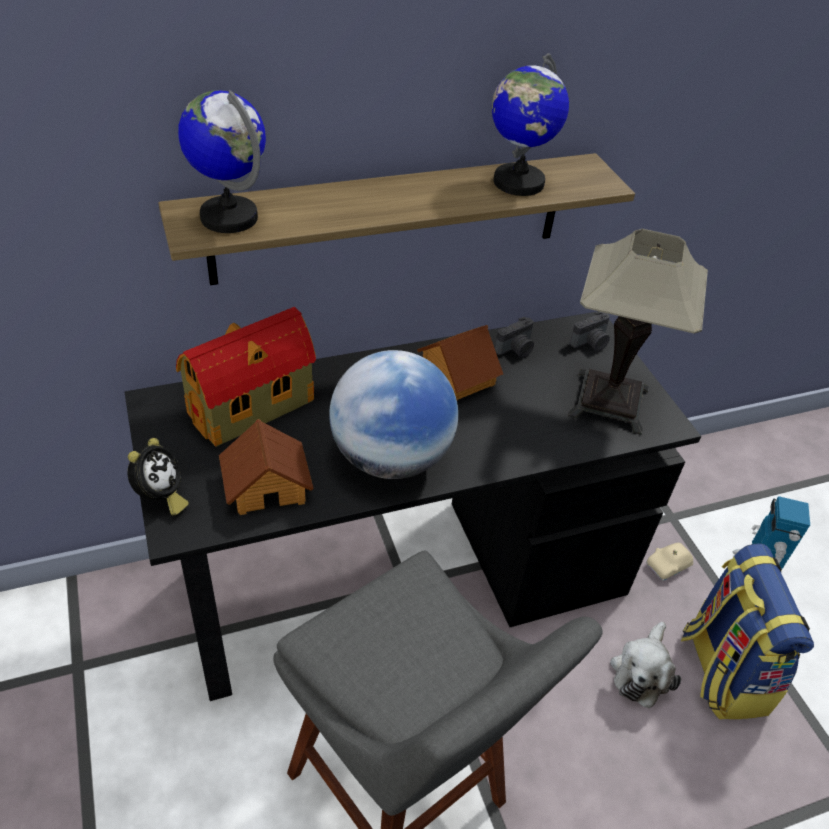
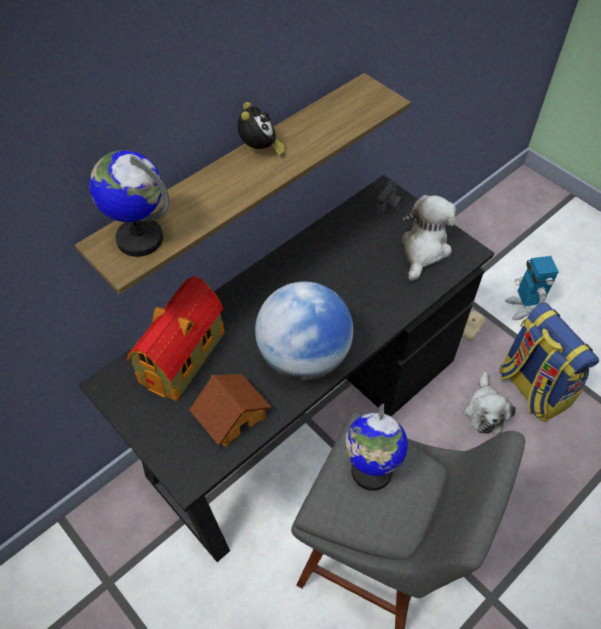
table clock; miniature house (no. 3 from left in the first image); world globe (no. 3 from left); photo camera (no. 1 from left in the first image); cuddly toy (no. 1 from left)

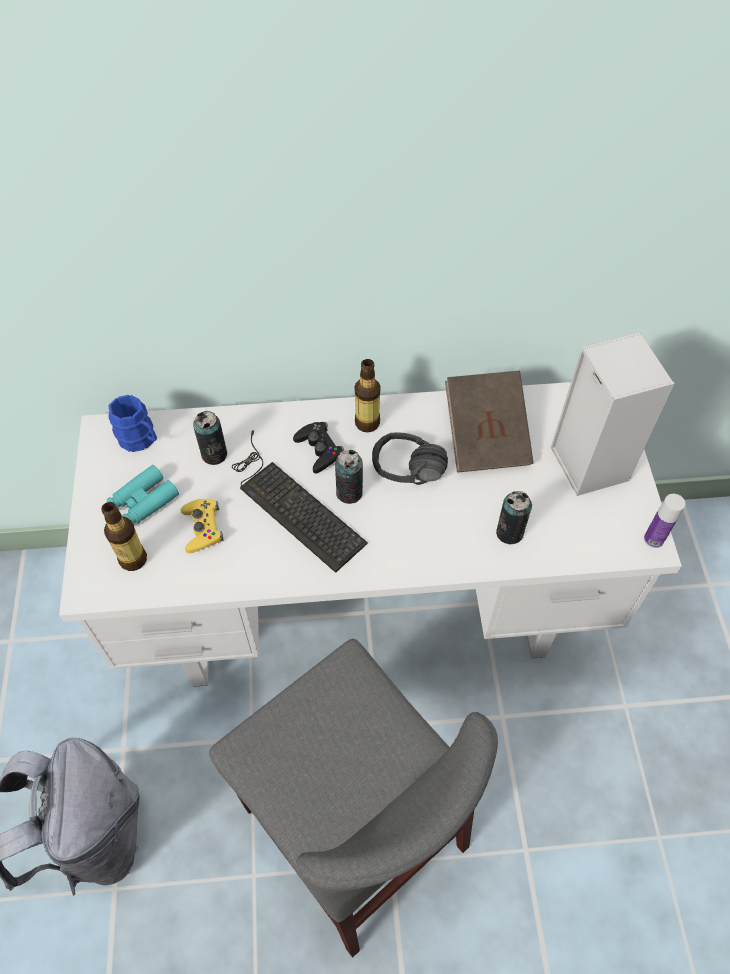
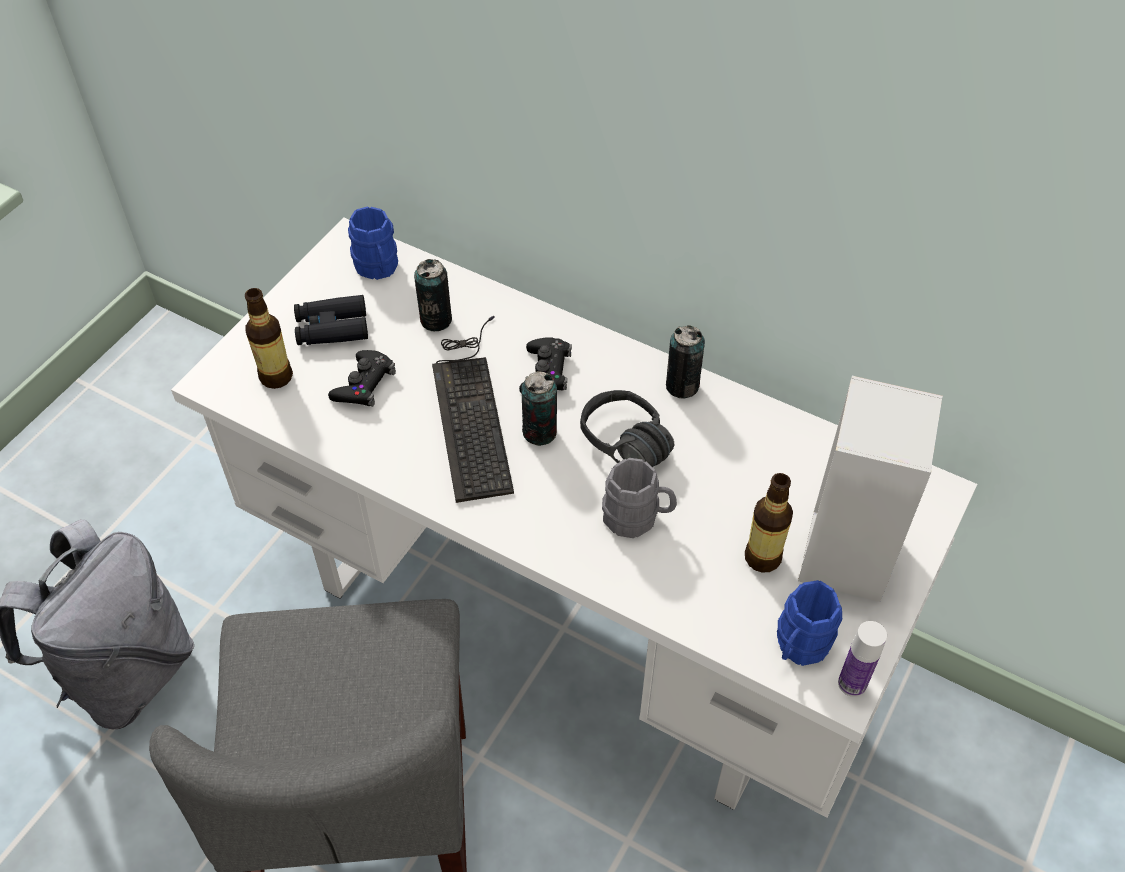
black-coloured binoculars; black-coloured gamepad (no. 1 from left); bottle (no. 2 from left); brown volume; metal can (no. 3 from left); grey tea mug; blue tea mug (no. 2 from left)

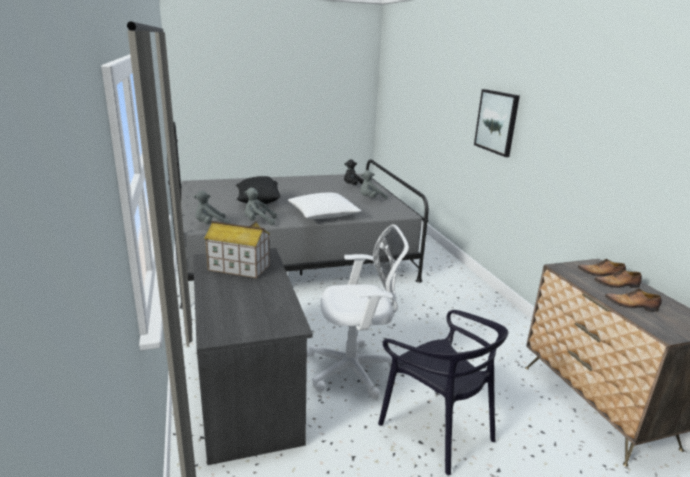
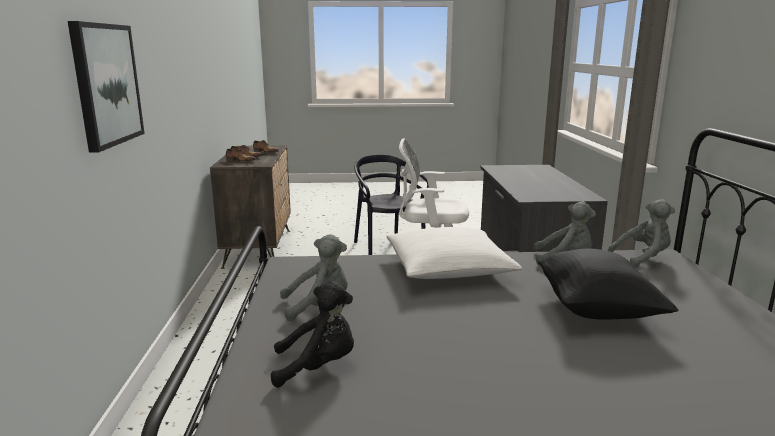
miniature house

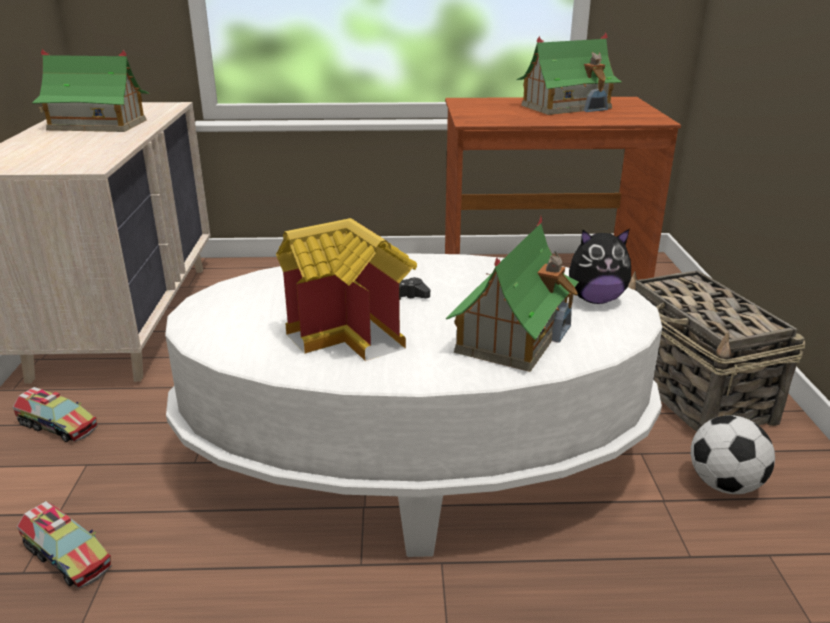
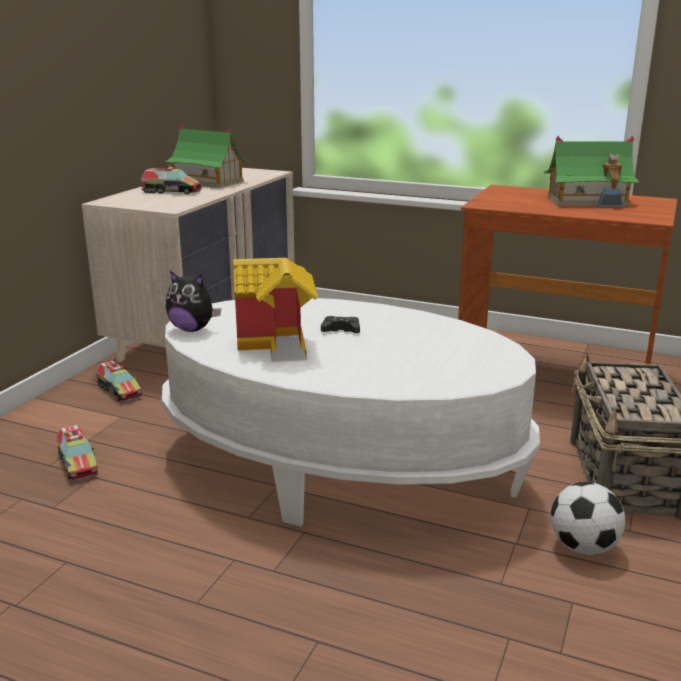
miniature house (no. 3 from left in the first image); cuddly toy; toy lorry (no. 3 from left)

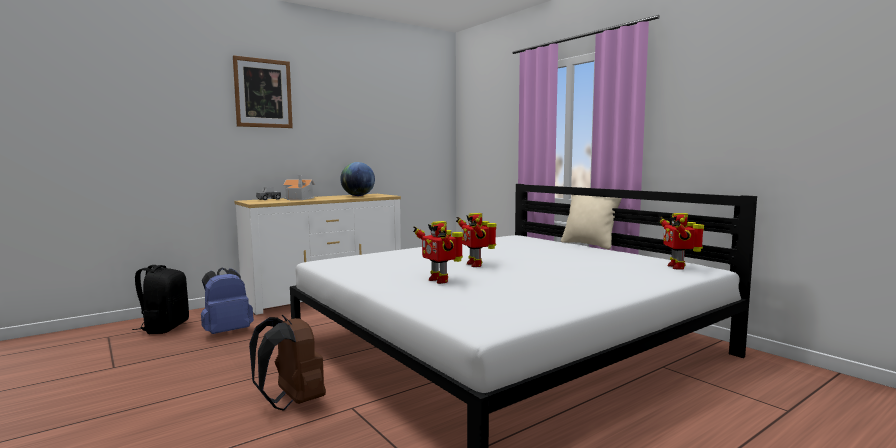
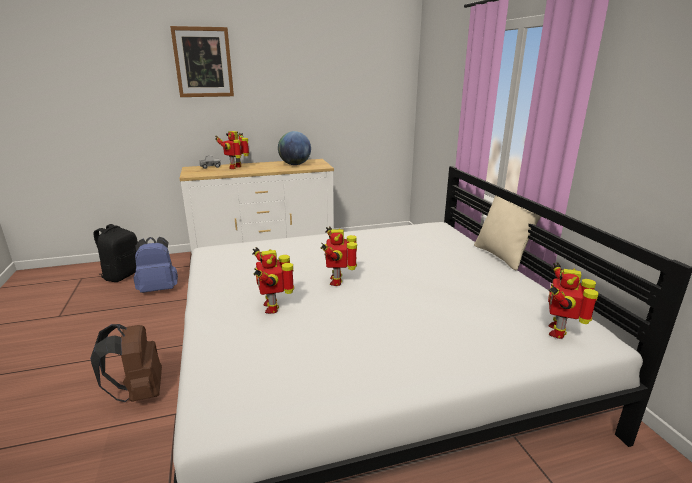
model robot (no. 1 from left)

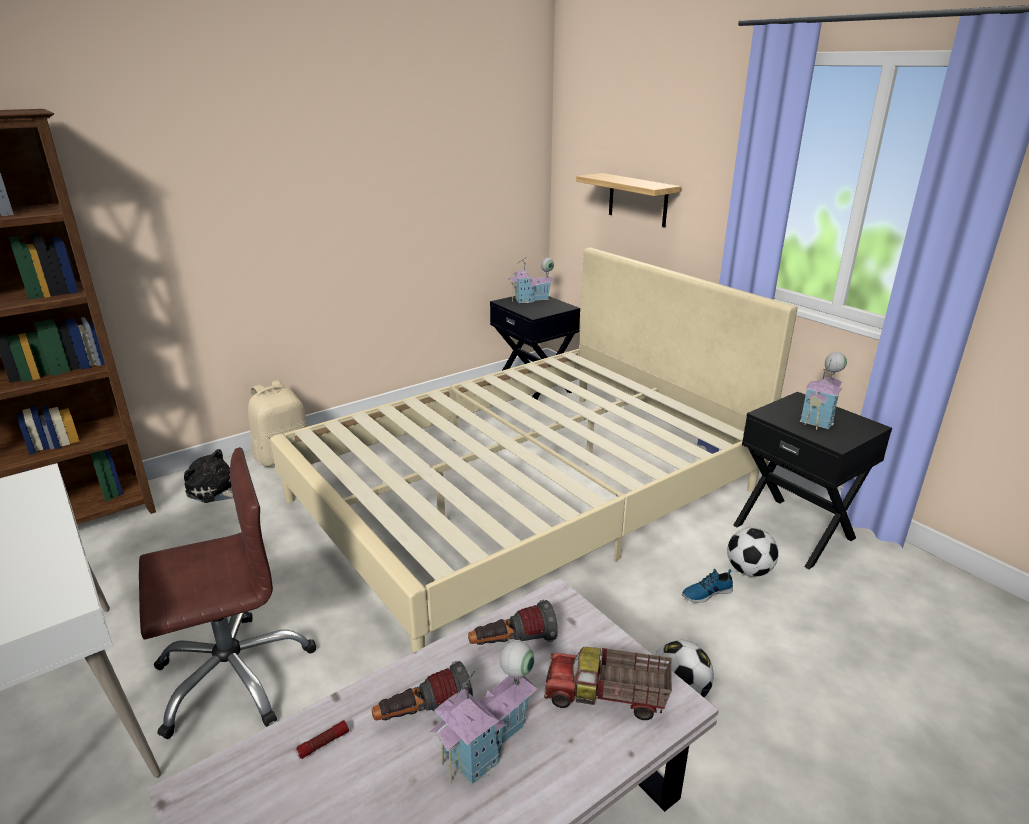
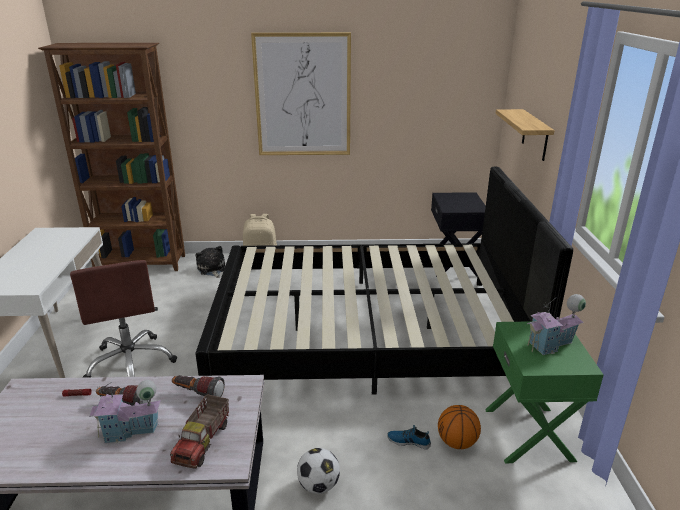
brown computer chair; black-coloured bed; miniature house (no. 2 from left in the first image); toy lorry; basketball; green-coloured nightstand; wall art

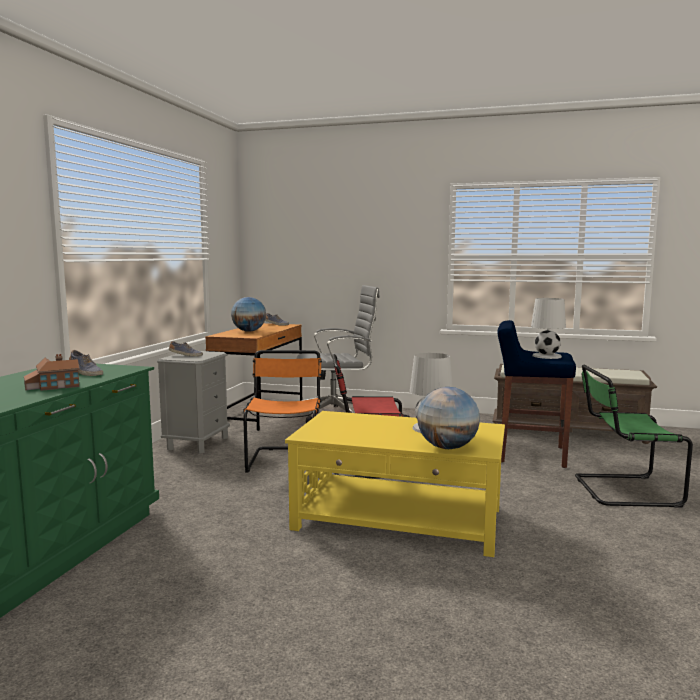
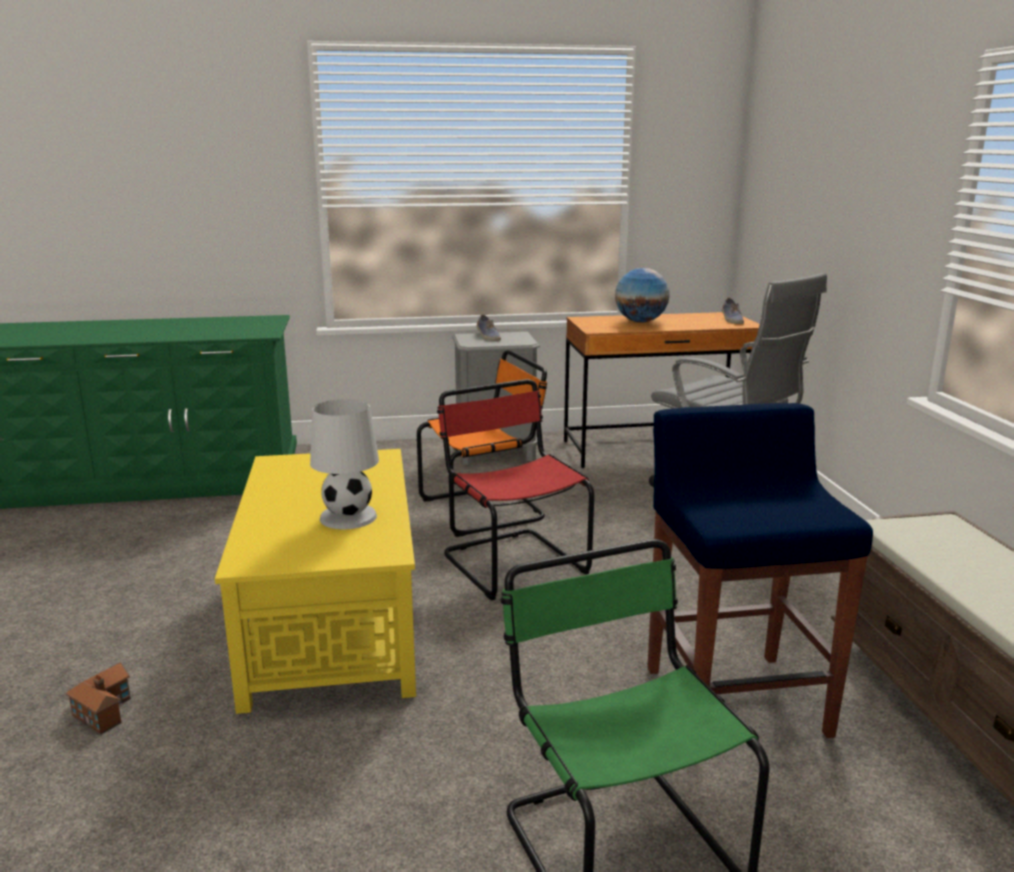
miniature house; item of footwear (no. 1 from left in the first image); world globe (no. 2 from left in the first image); white tabletop lamp (no. 2 from left in the first image)

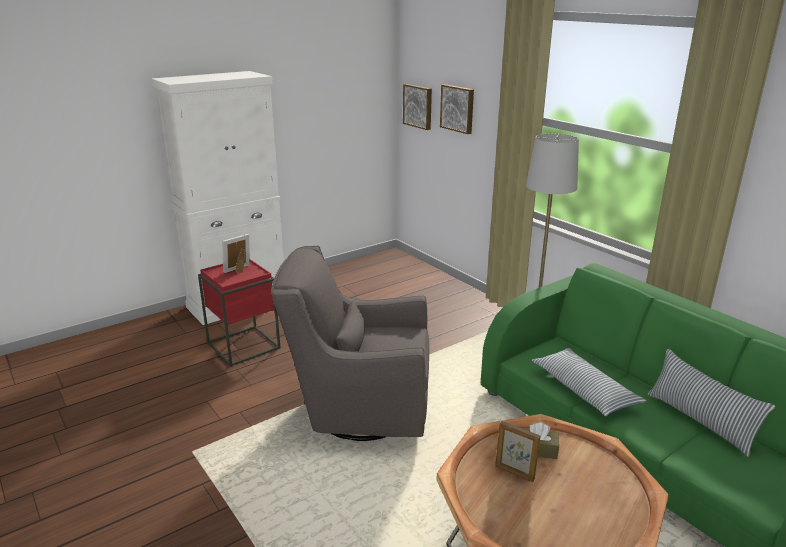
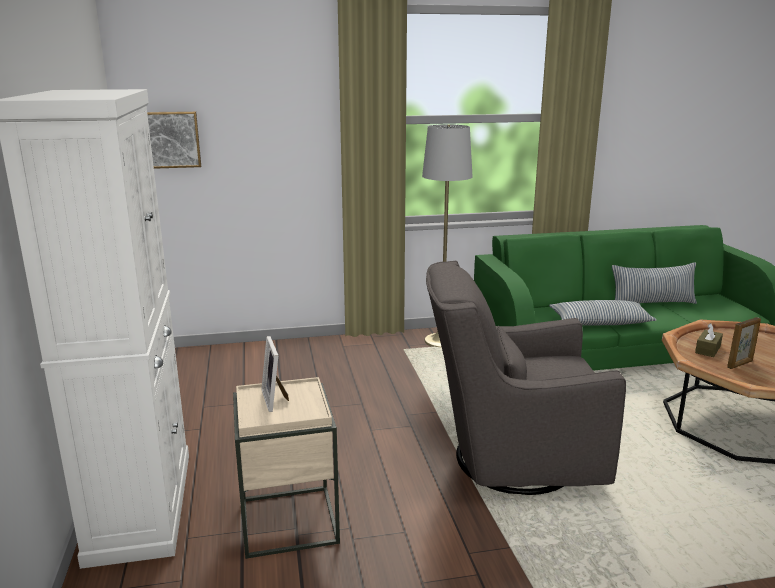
sand-coloured accent table; grey lounge chair; wall art (no. 2 from left in the first image)

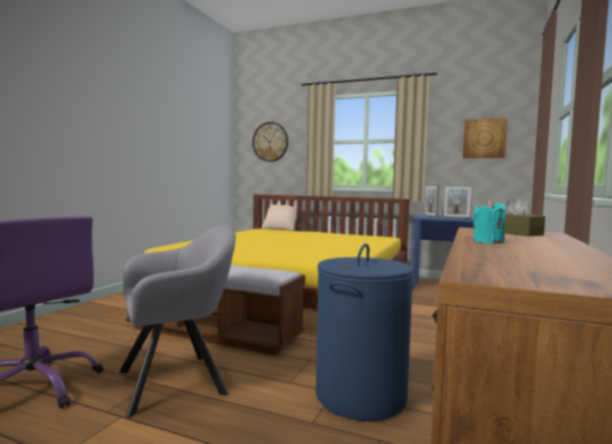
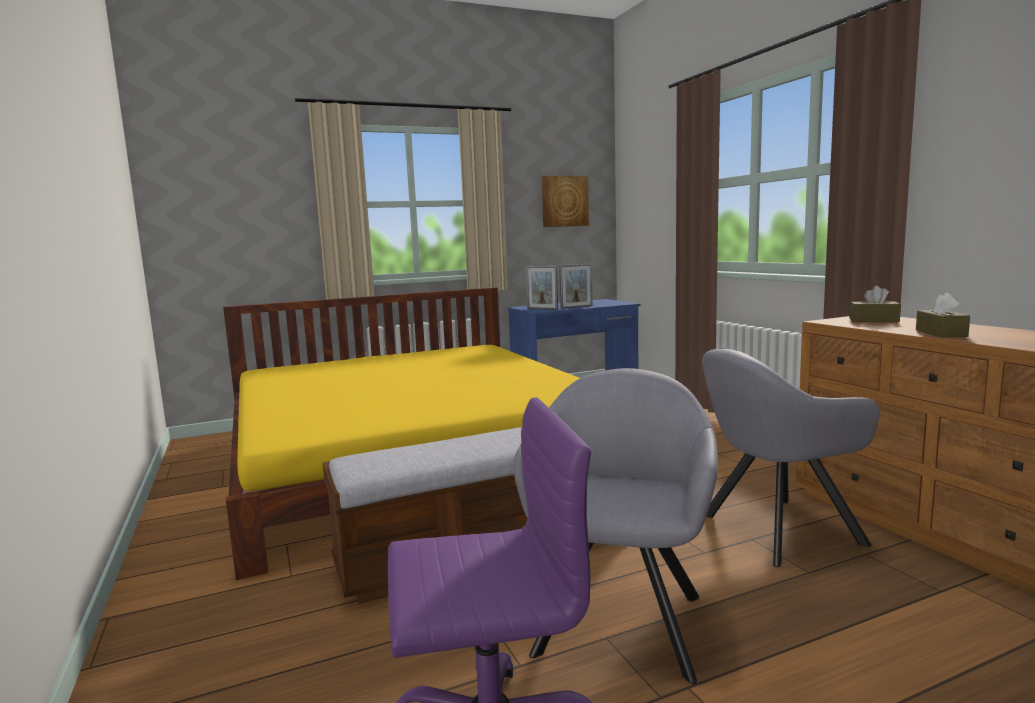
clock on the wall; sand-coloured throw pillow; grey lounge chair (no. 2 from left); brown tissue holder (no. 2 from left)

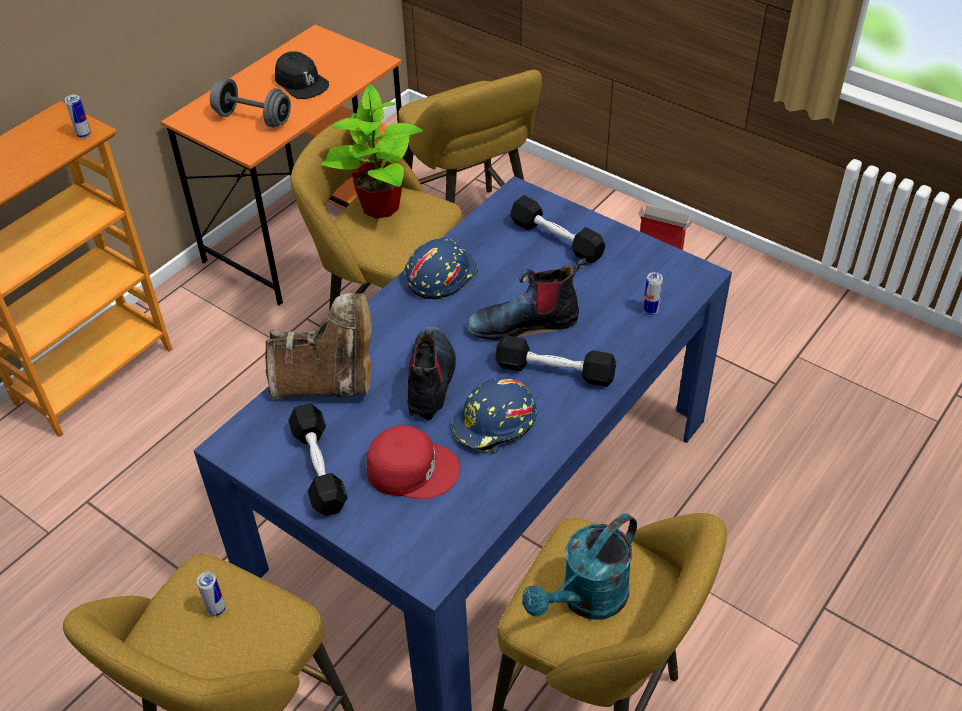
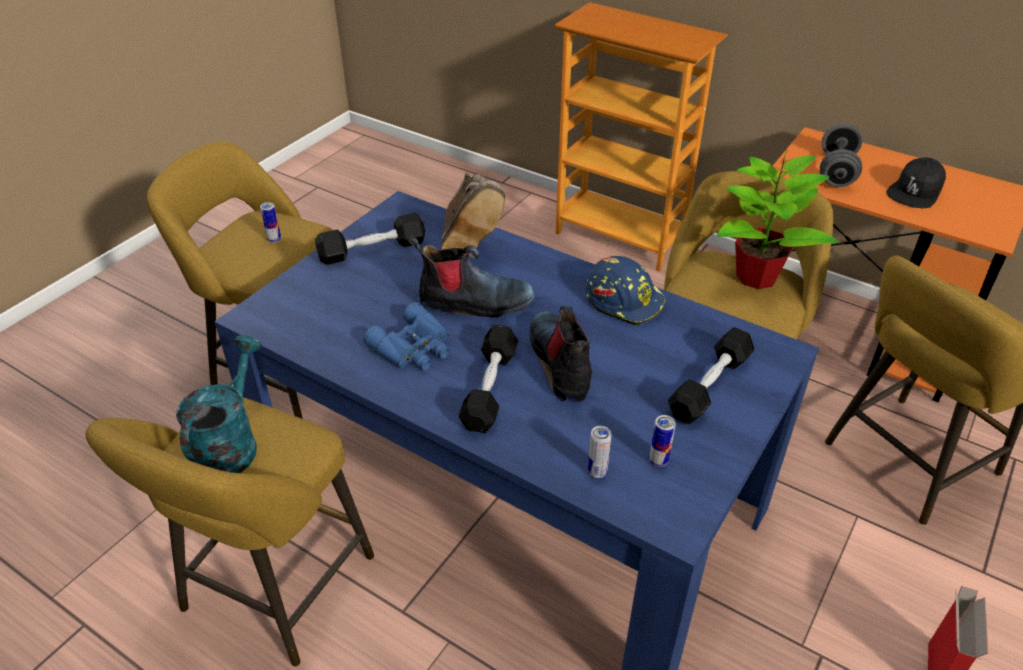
metal can (no. 3 from left); reddish baseball cap; blue binoculars; turquoise-coloured watering pot

